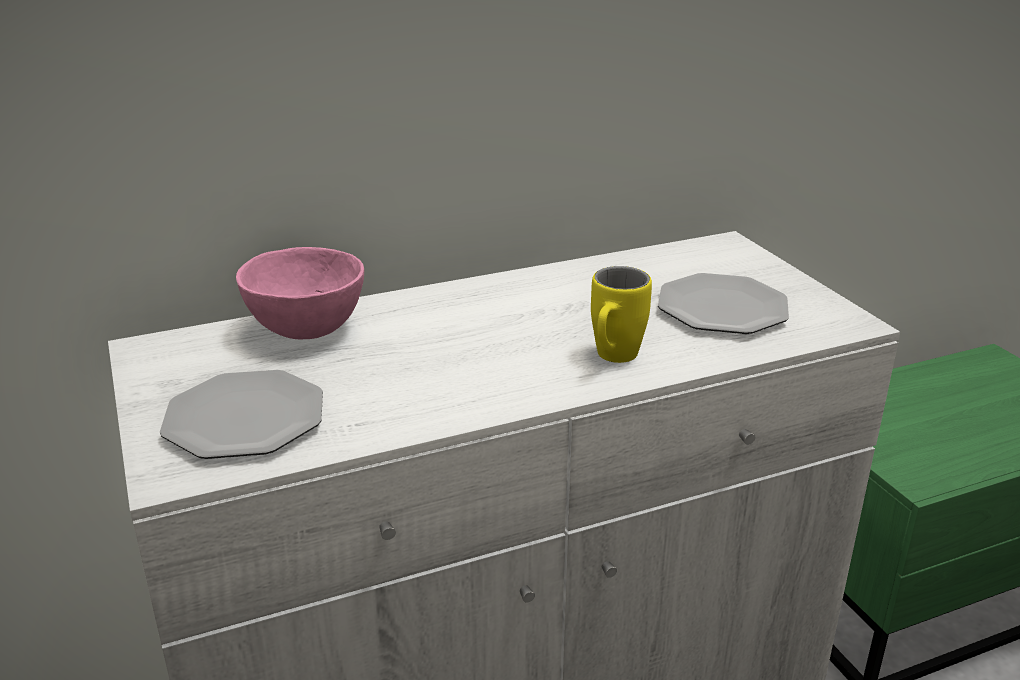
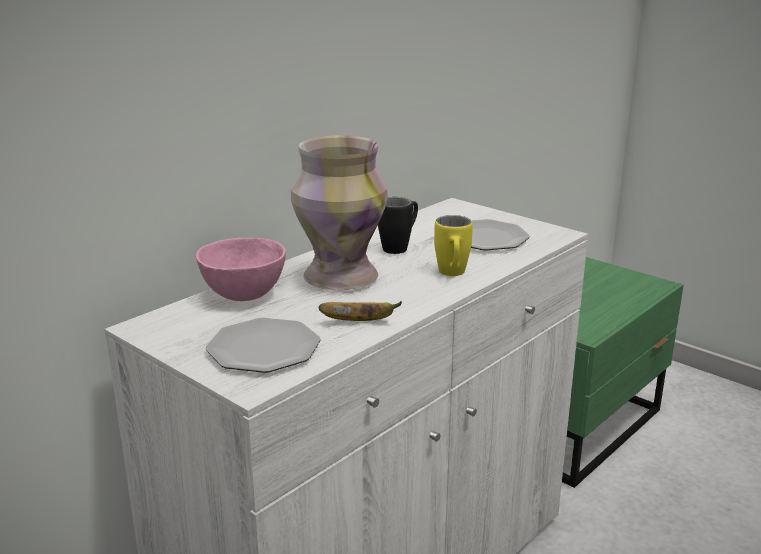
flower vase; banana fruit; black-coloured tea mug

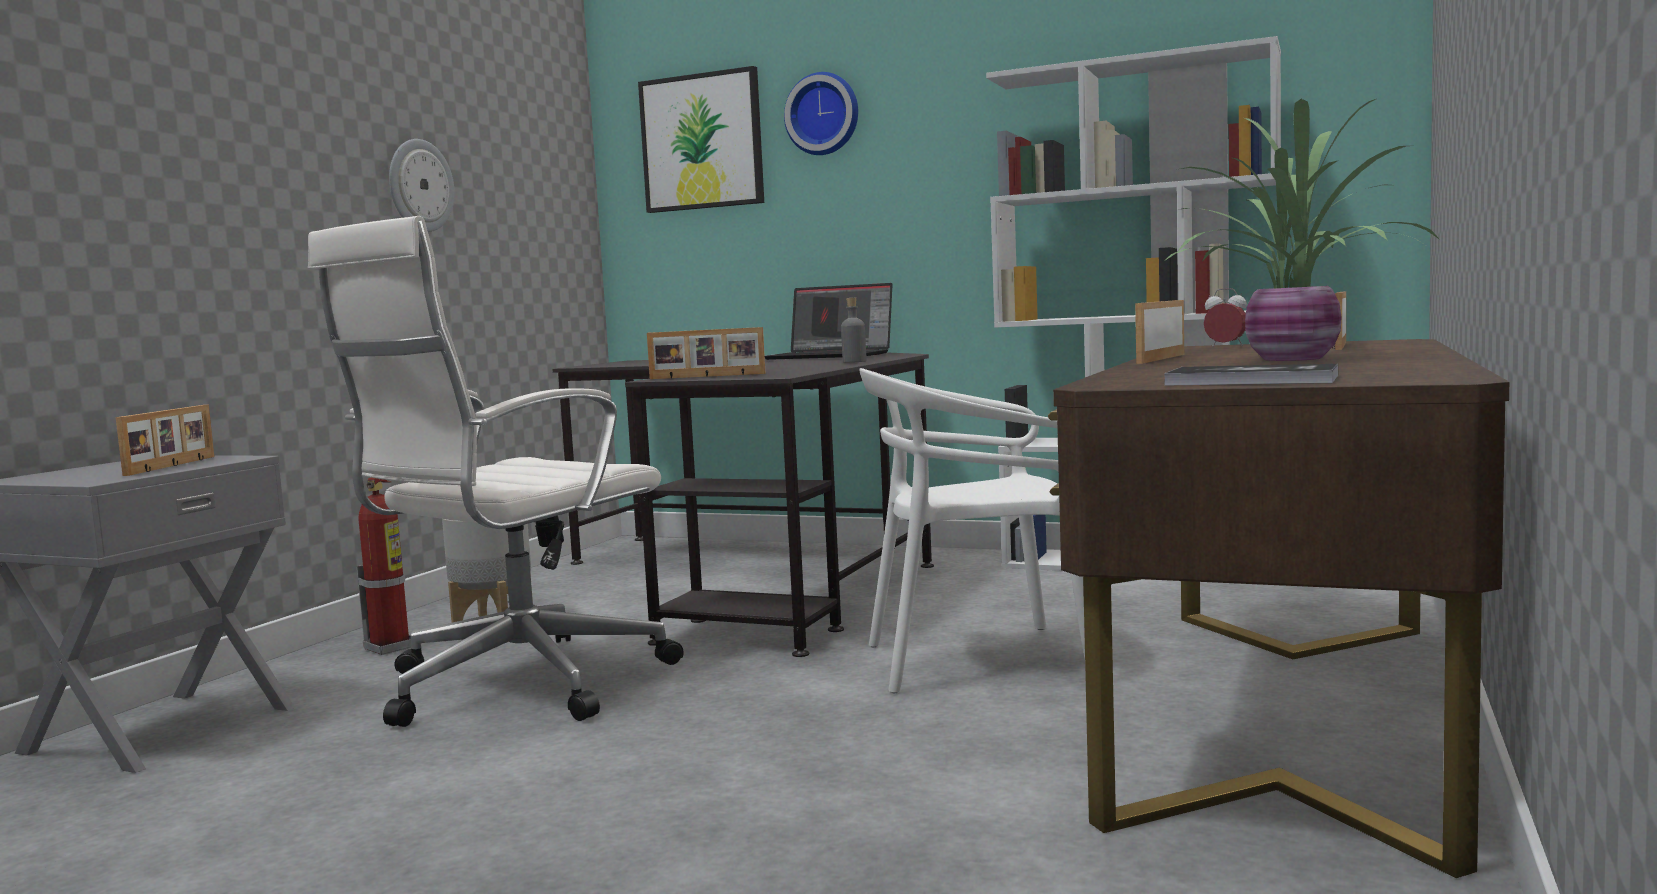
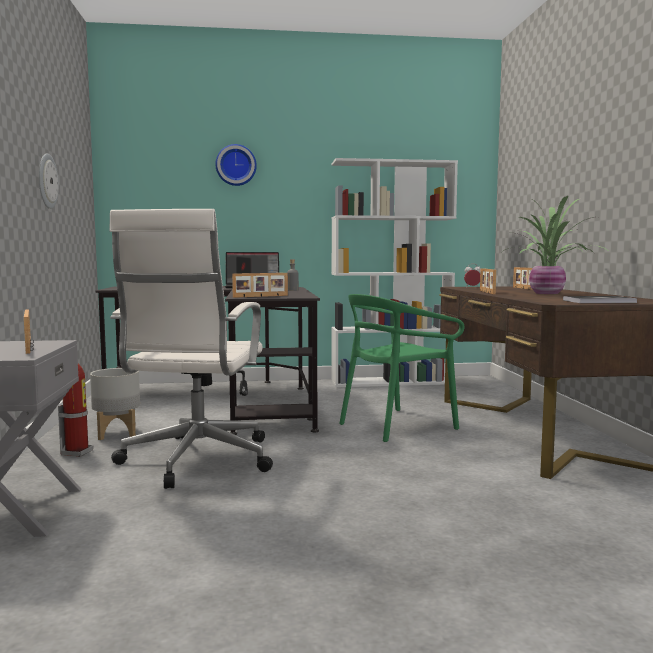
wall art; green-coloured plain chair

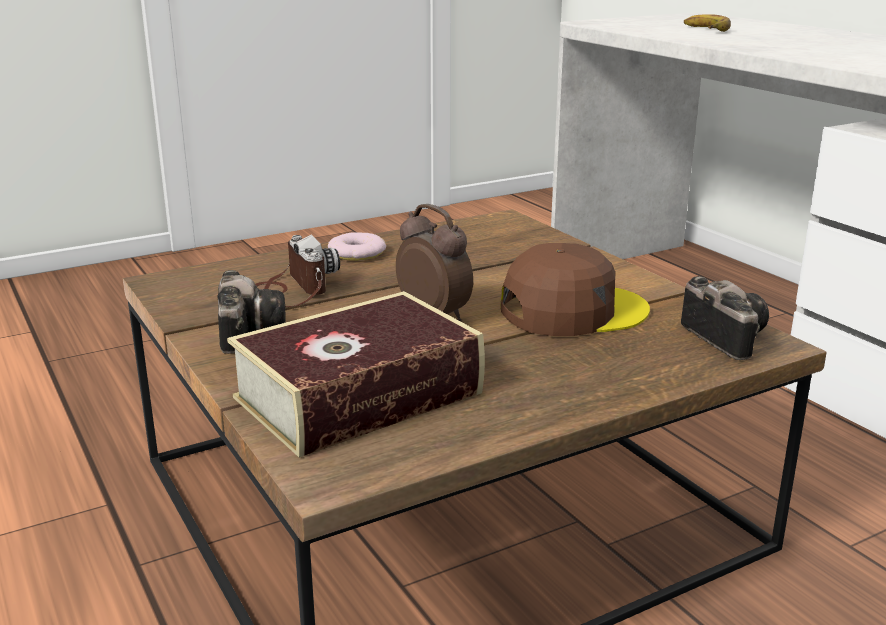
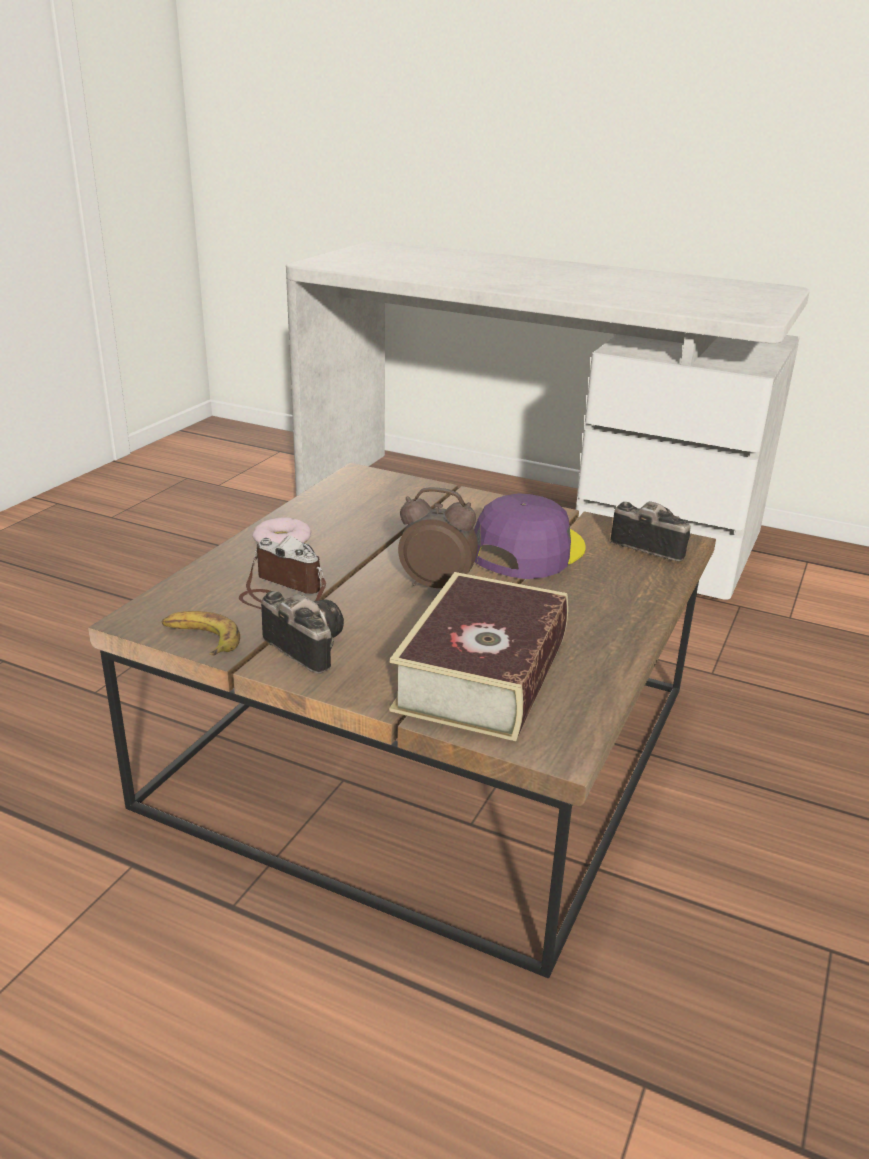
purple-coloured baseball cap; banana fruit

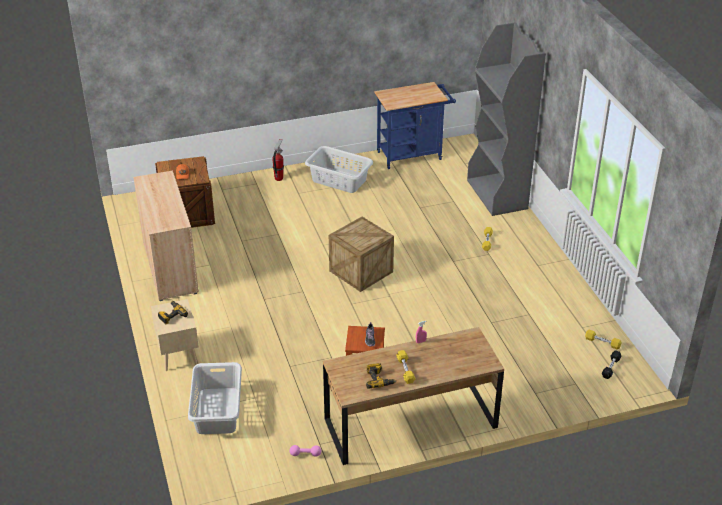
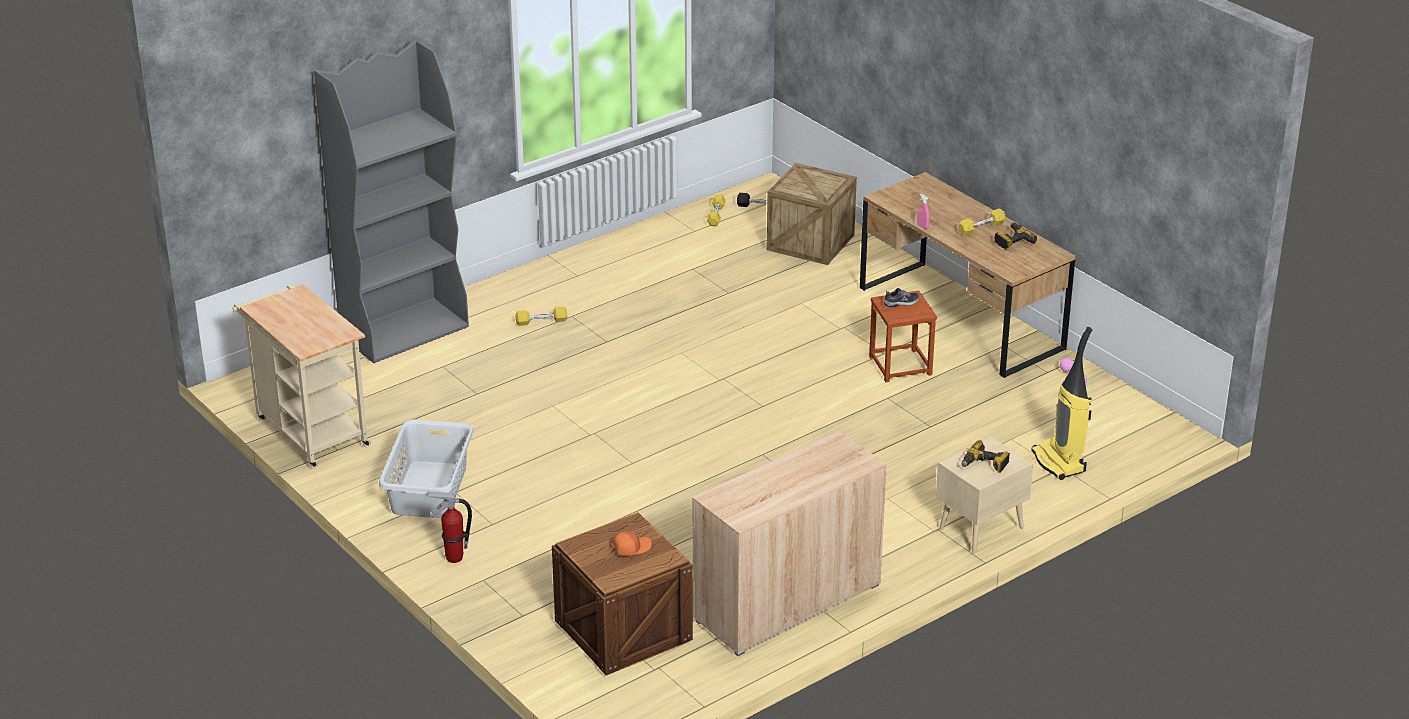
vacuum; packing crate (no. 2 from left); sand-coloured trolley

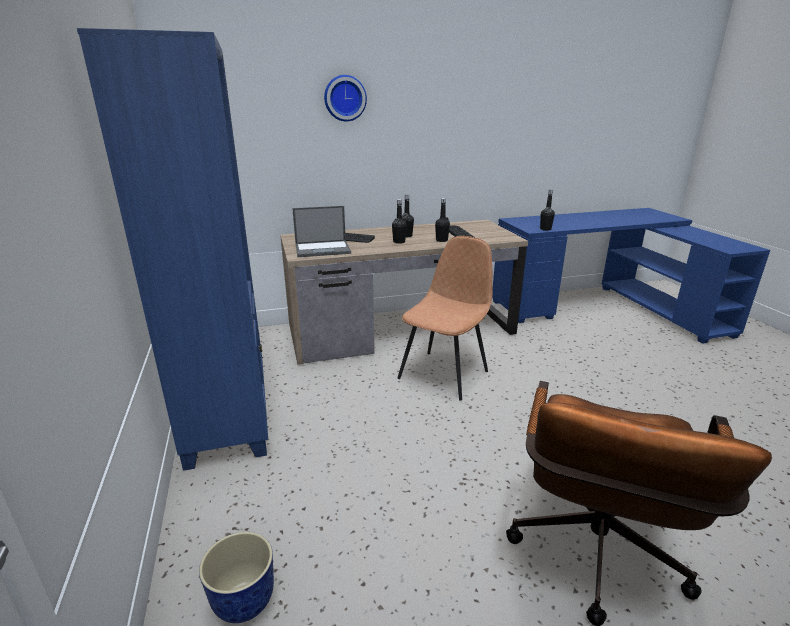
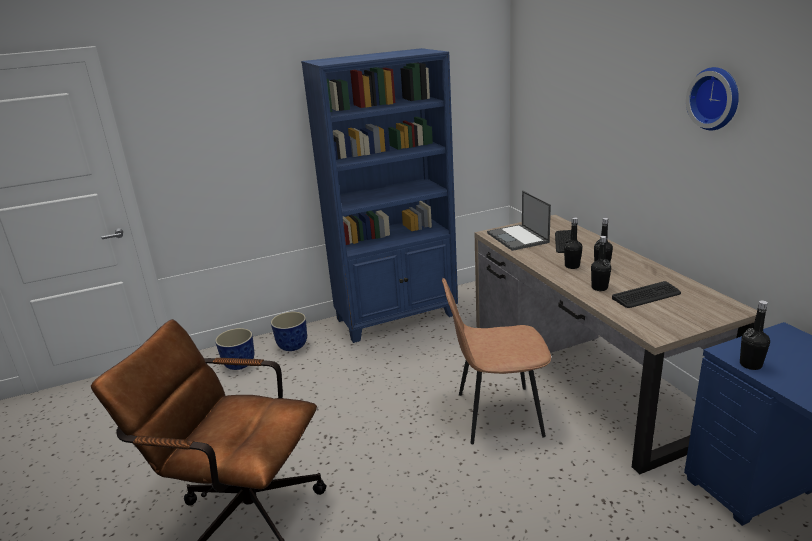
clock on the wall; brown plain chair; planter (no. 2 from left)

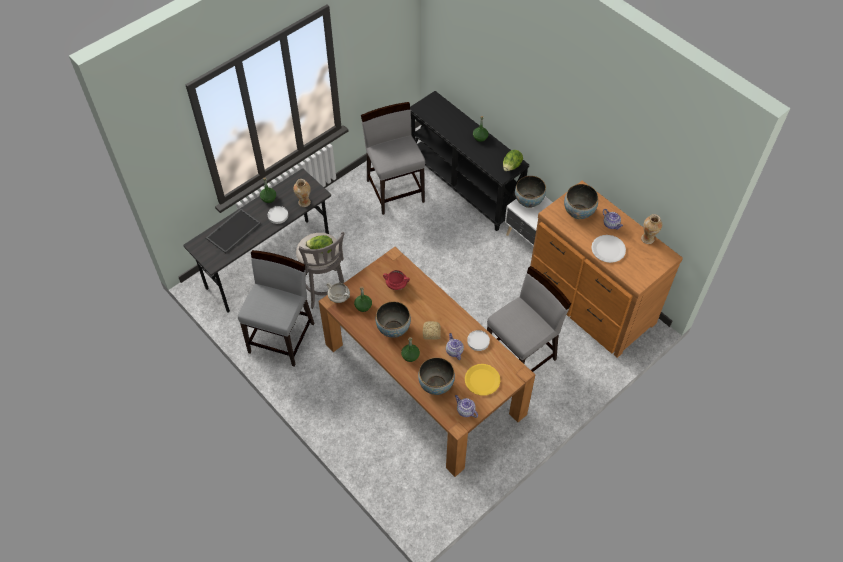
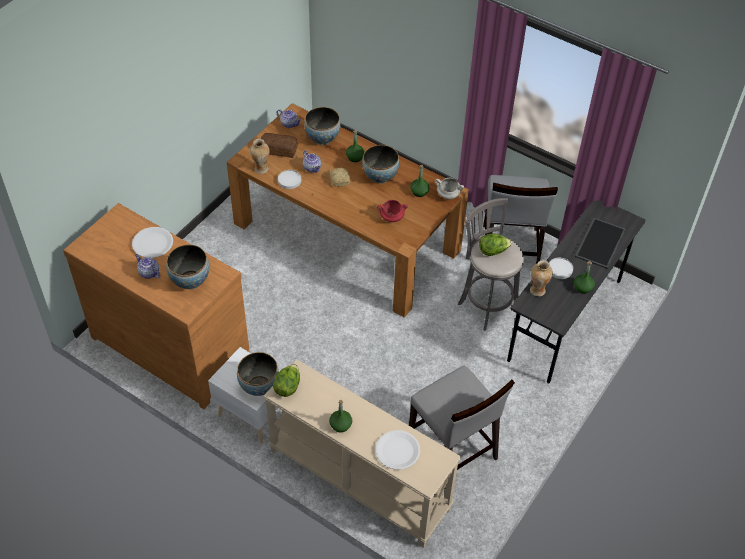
sand-coloured console table; bread (no. 1 from left); grey plain chair (no. 3 from left in the first image); flower vase (no. 1 from left); white flat dish (no. 3 from left)

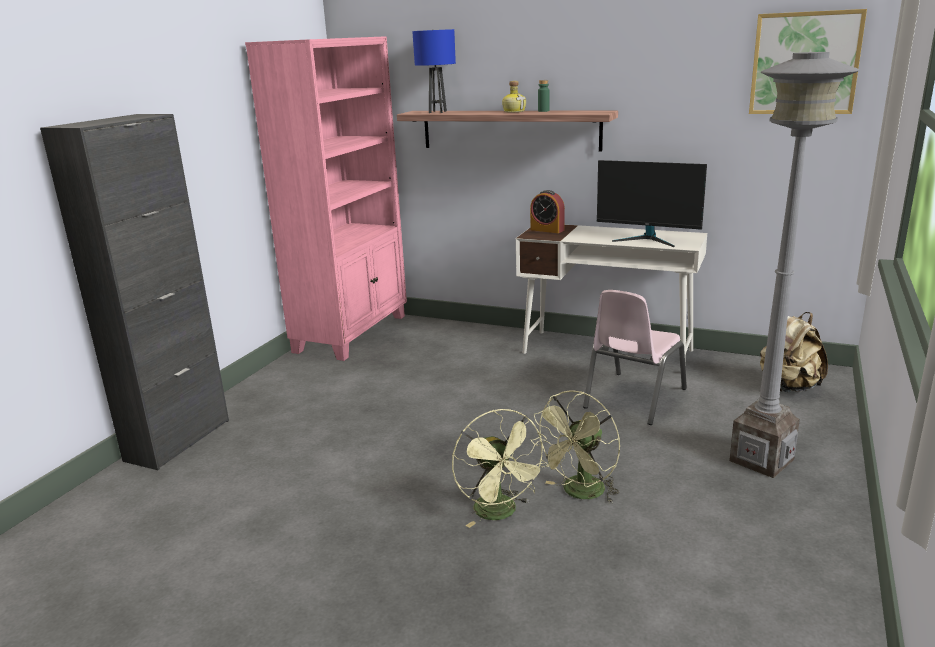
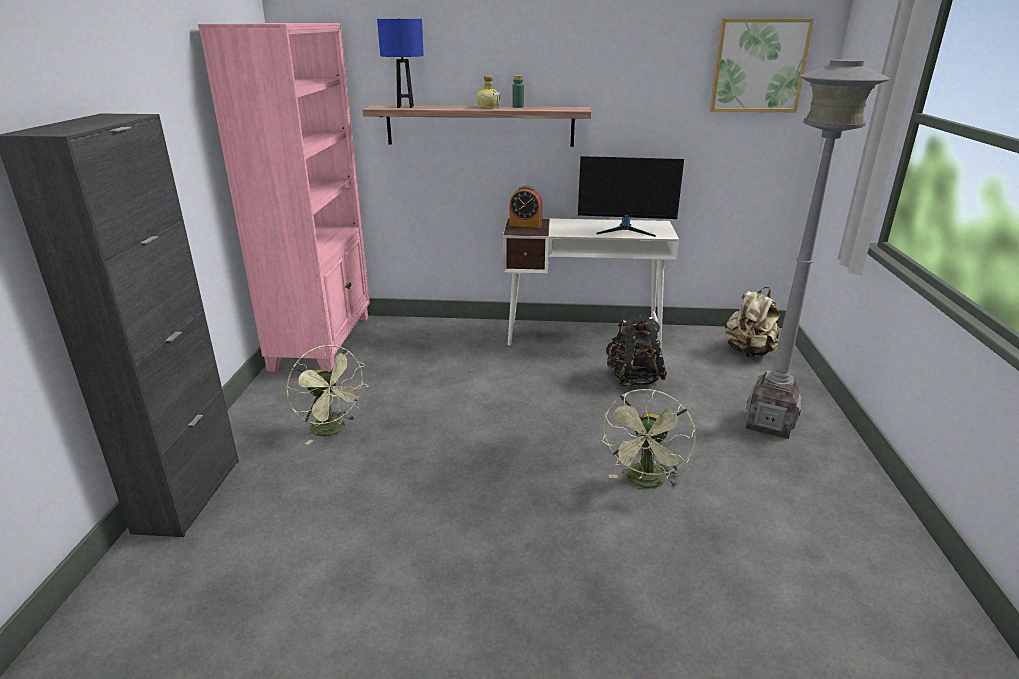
green-coloured cooling fan (no. 1 from left); black-coloured rucksack

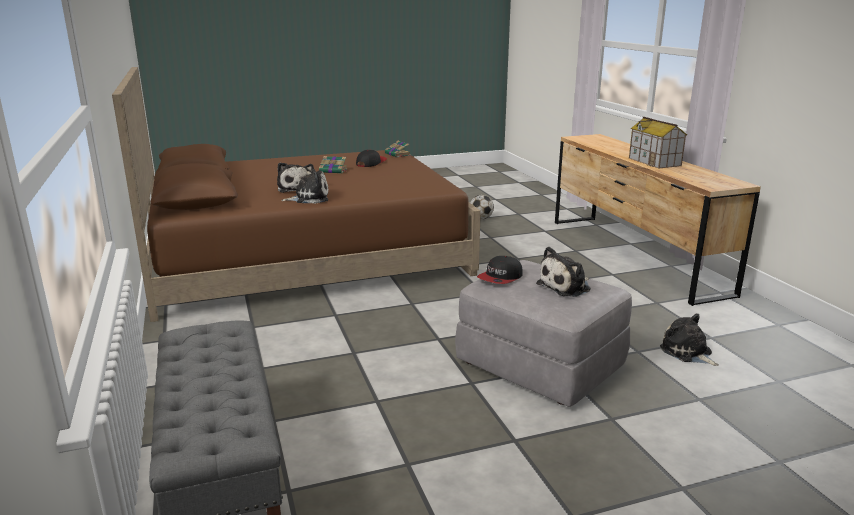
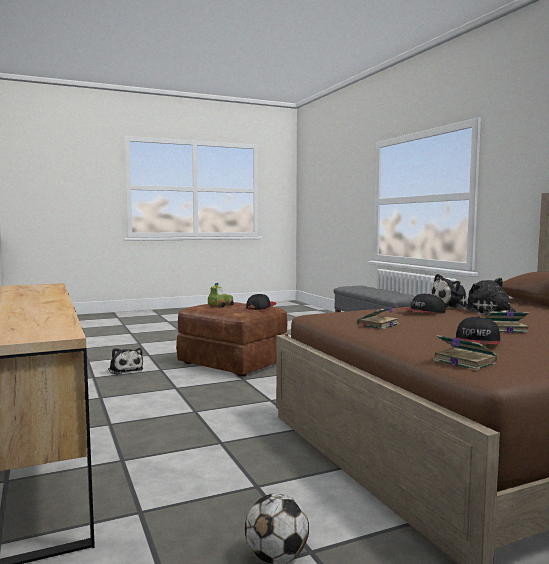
brown pouffe; toy car; miniature house; volume (no. 1 from left); baseball cap (no. 2 from left)

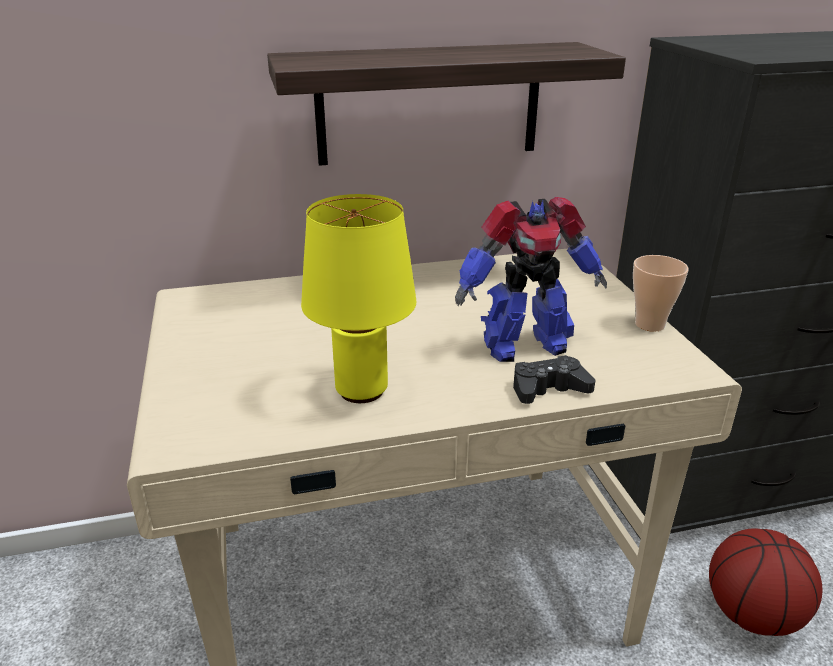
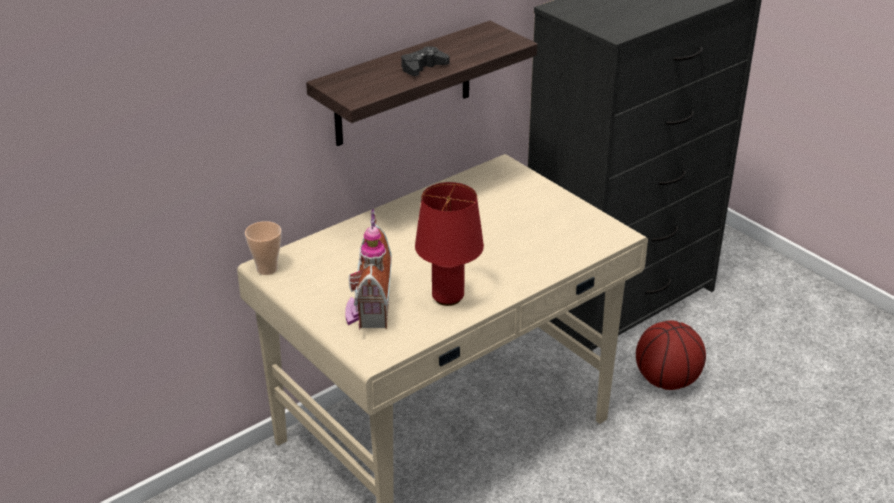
reddish tabletop lamp; model robot; black-coloured gamepad; small cup; miniature house

